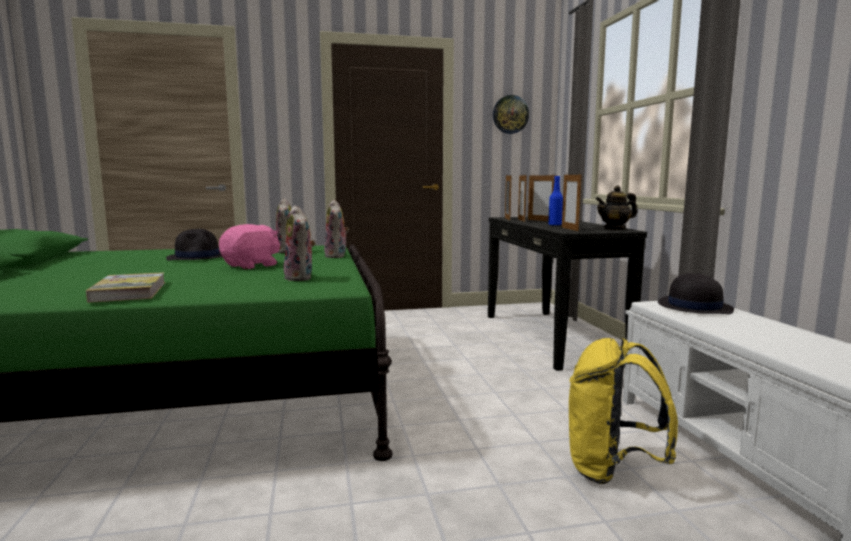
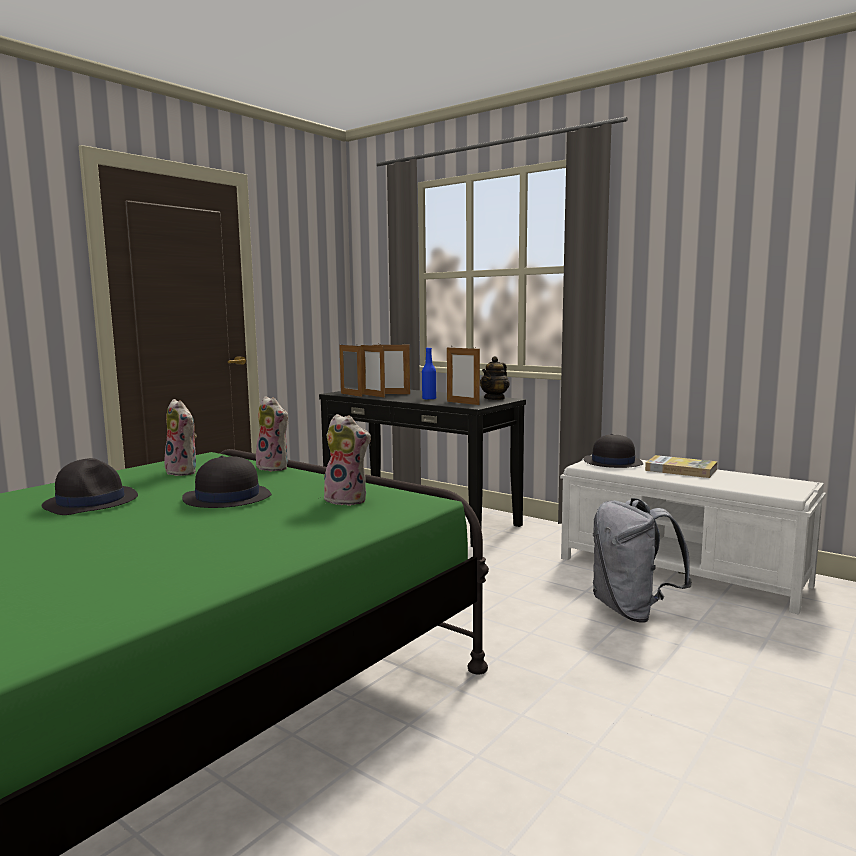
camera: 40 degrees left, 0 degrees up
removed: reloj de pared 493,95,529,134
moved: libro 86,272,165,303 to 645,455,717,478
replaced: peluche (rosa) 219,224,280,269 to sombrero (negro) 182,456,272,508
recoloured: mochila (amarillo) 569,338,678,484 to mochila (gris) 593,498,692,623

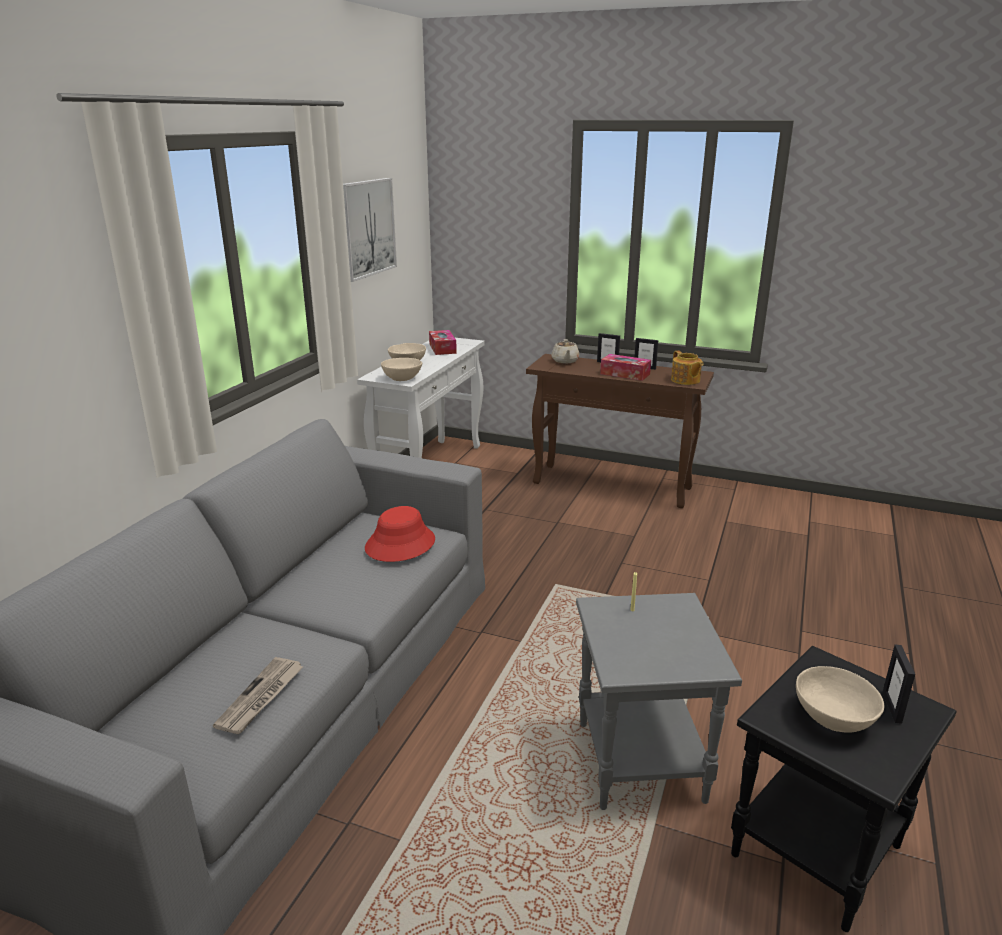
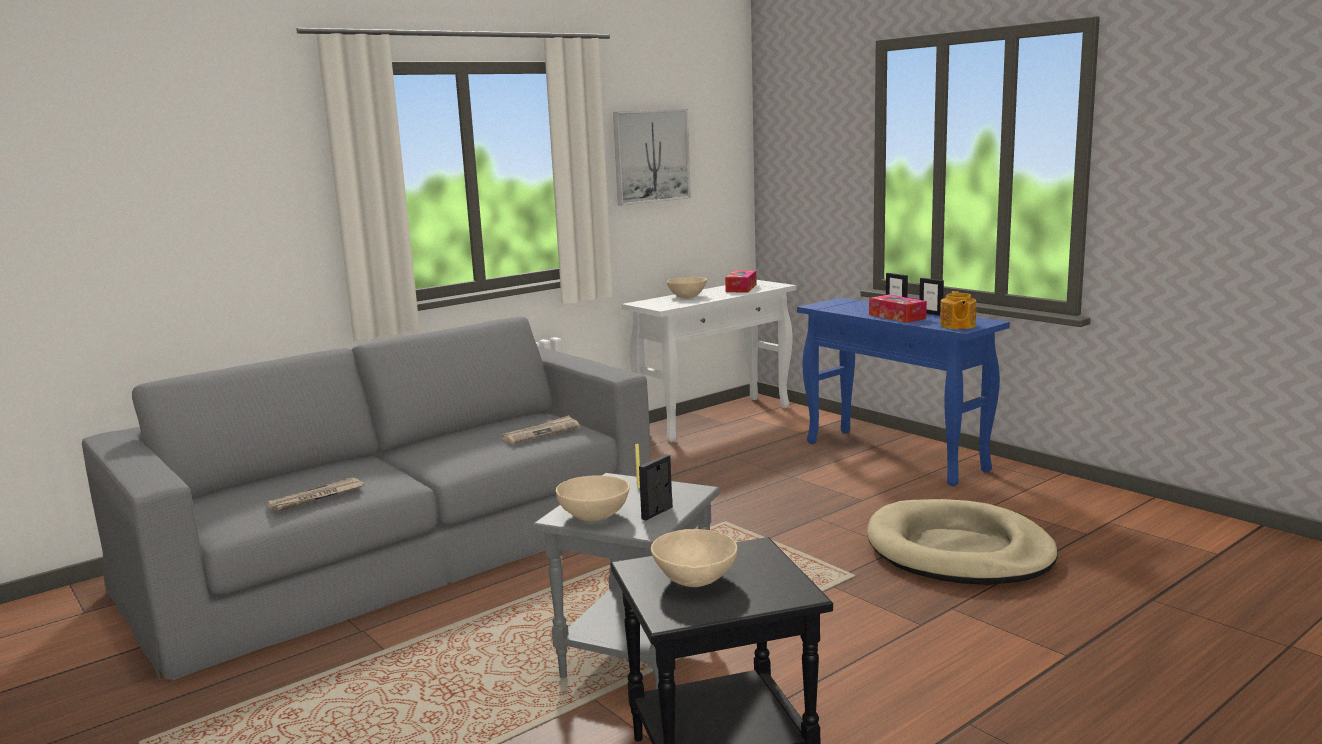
camera: 30 degrees right, 10 degrees down
removed: tetera (beis) 552,339,579,364
added: cama para perro (beis) 867,499,1058,585
moved: cuenco (beis) 381,358,422,381 to 556,475,630,521; portarretratos 883,644,915,724 to 639,454,673,521
replaced: sombrero (rojo) 365,506,435,562 to periódico 501,415,579,444
recoloured: mesa consola (marrón) 526,354,714,508 to mesa consola (azul) 797,298,1010,486

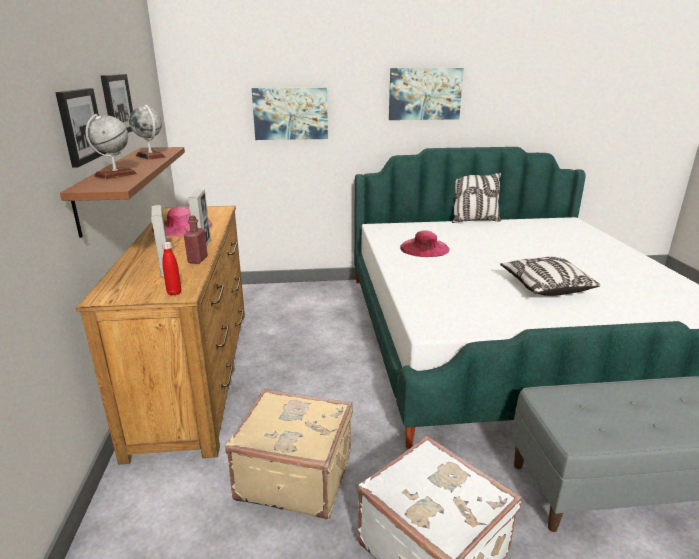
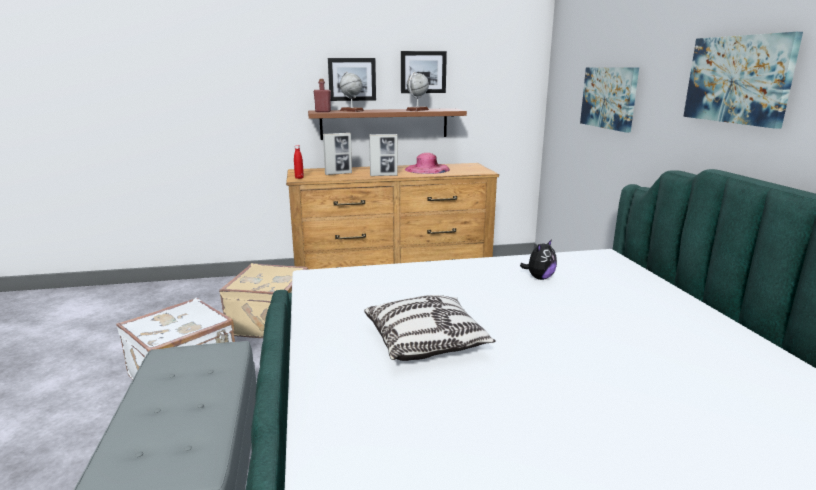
camera: 85 degrees right, 5 degrees down
removed: cojín 452,173,501,223
moved: botella (rojo) 184,216,208,264 to 314,79,331,112
replaced: sombrero (rosa) 400,230,450,257 to peluche 520,239,557,280

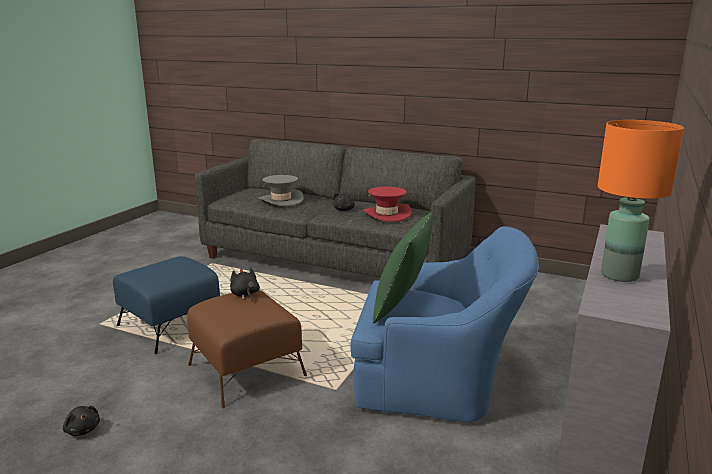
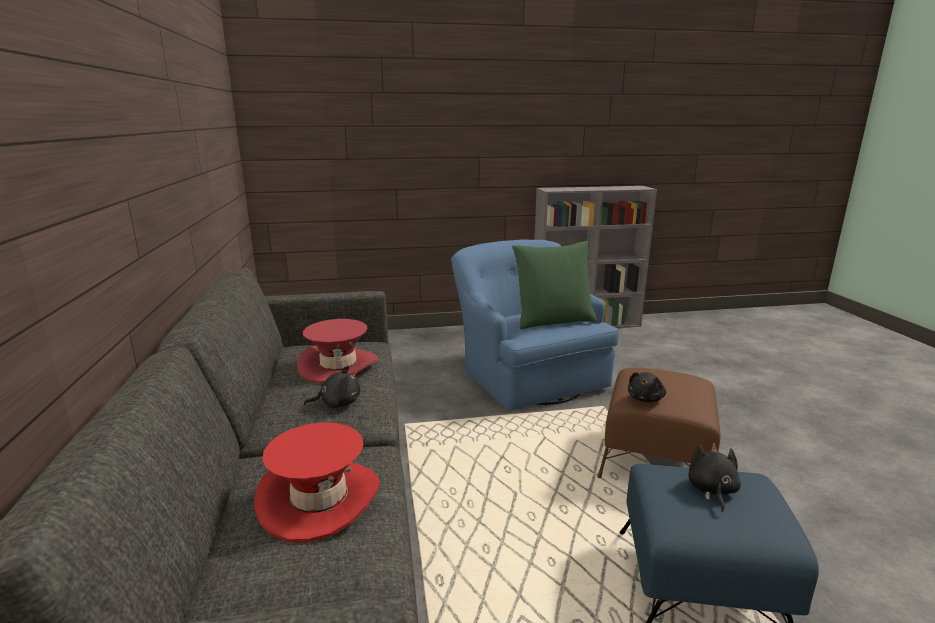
camera: 125 degrees left, 0 degrees up
removed: lámpara de mesa (naranja) 598,120,684,282
moved: peluche (negro) 63,406,100,436 to 688,443,741,513
recoloured: sombrero (gris) 258,175,304,206 to sombrero (rojo) 254,422,380,542

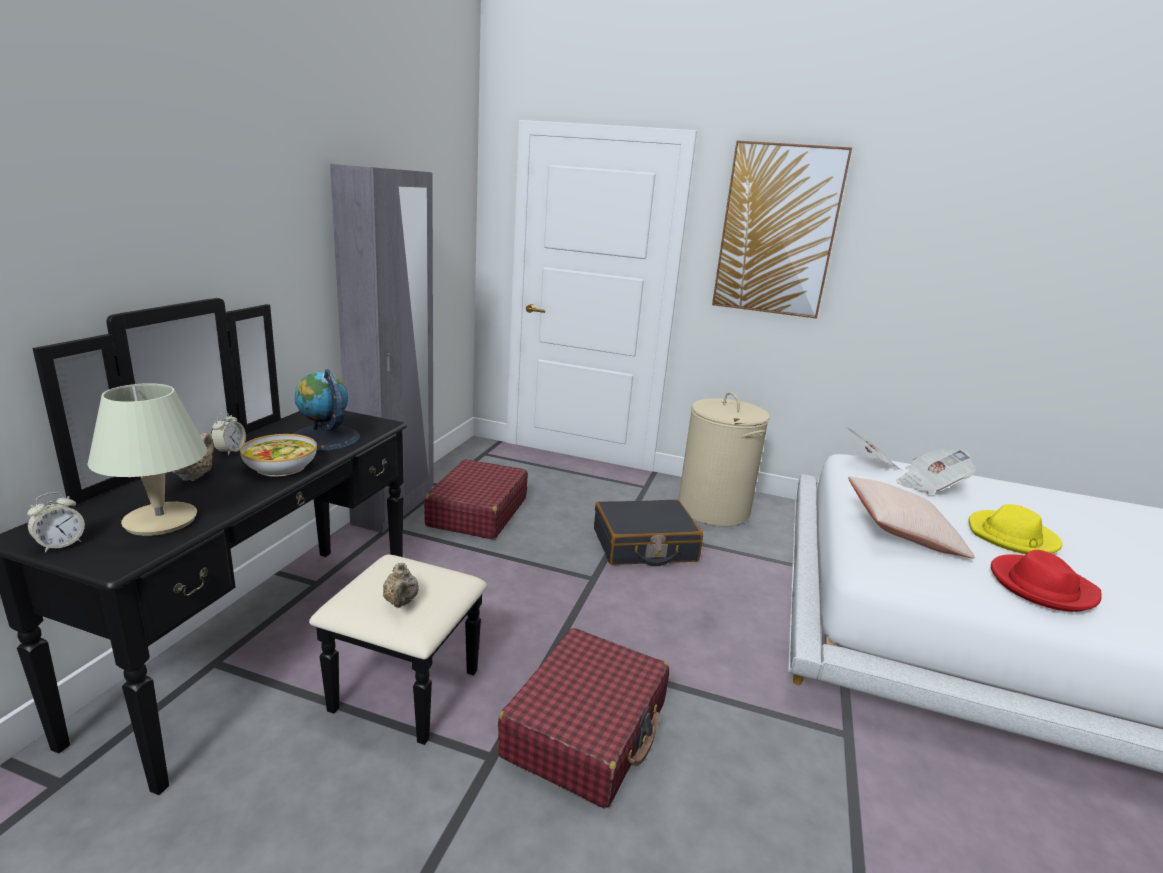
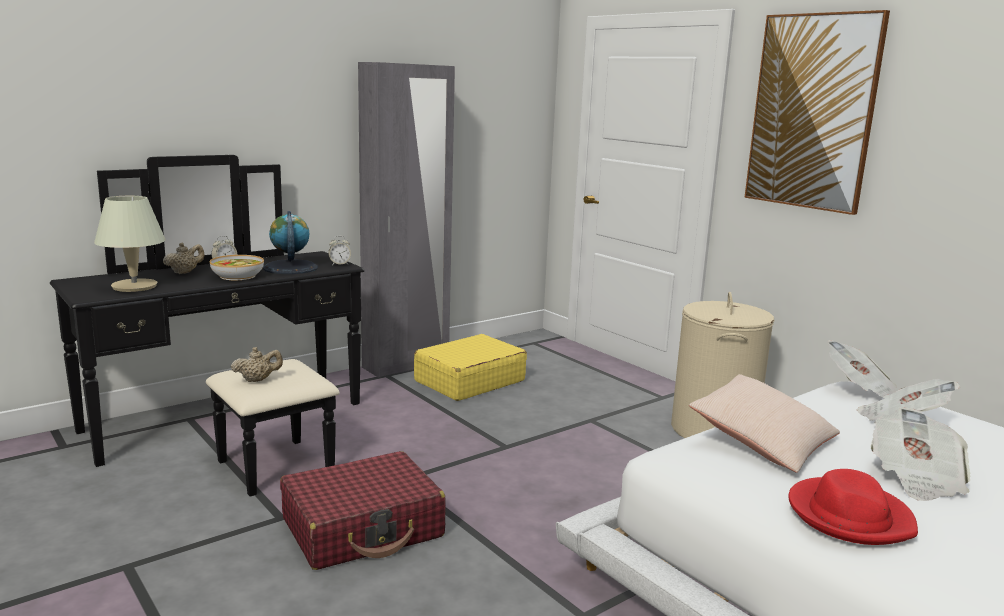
camera: 35 degrees right, 5 degrees down
removed: maleta (negro) 594,500,703,566
moved: despertador 27,492,85,553 to 328,236,351,265
replaced: sombrero (amarillo) 969,504,1062,554 to periódico 870,408,970,501
recoloured: maleta (rojo) 424,459,528,539 to maleta (amarillo) 414,334,527,401
turned: tetera (beis) 383,562,419,608 = 231,347,283,382 135 degrees counterclockwise

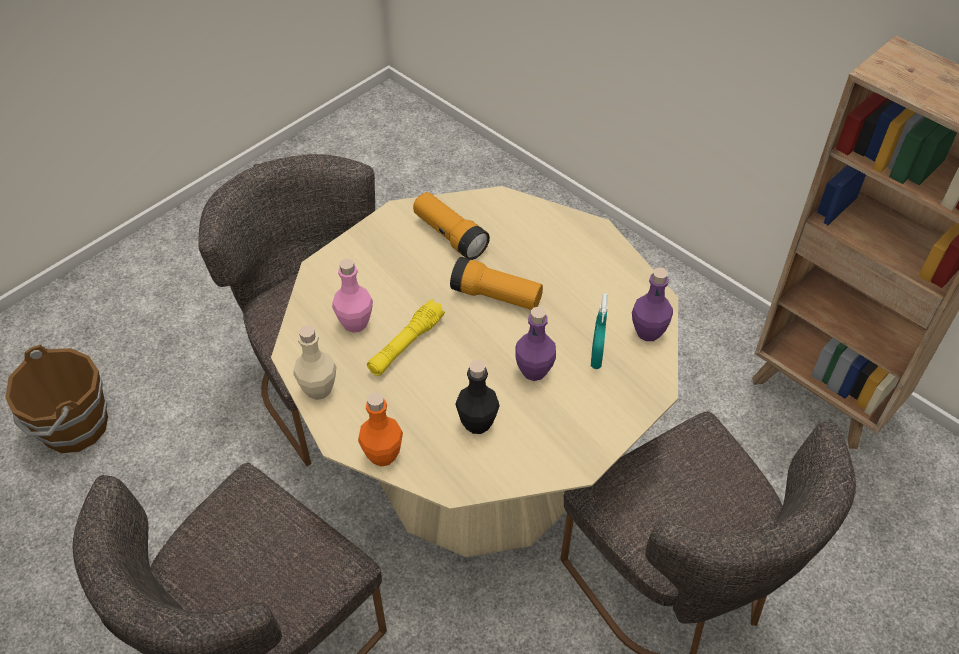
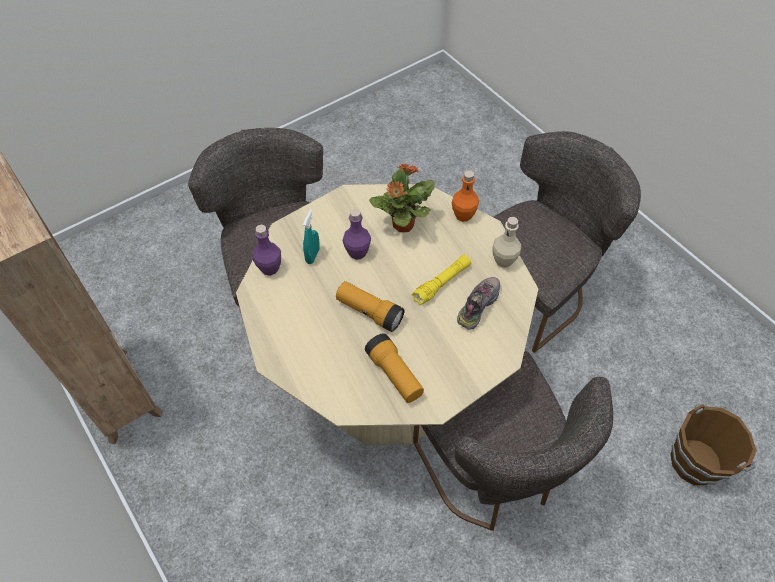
camera: 170 degrees left, 5 degrees up
replaced: botella (rosa) 332,258,373,333 to zapato 457,277,501,330; botella (negro) 455,360,500,434 to planta en maceta 369,163,435,232

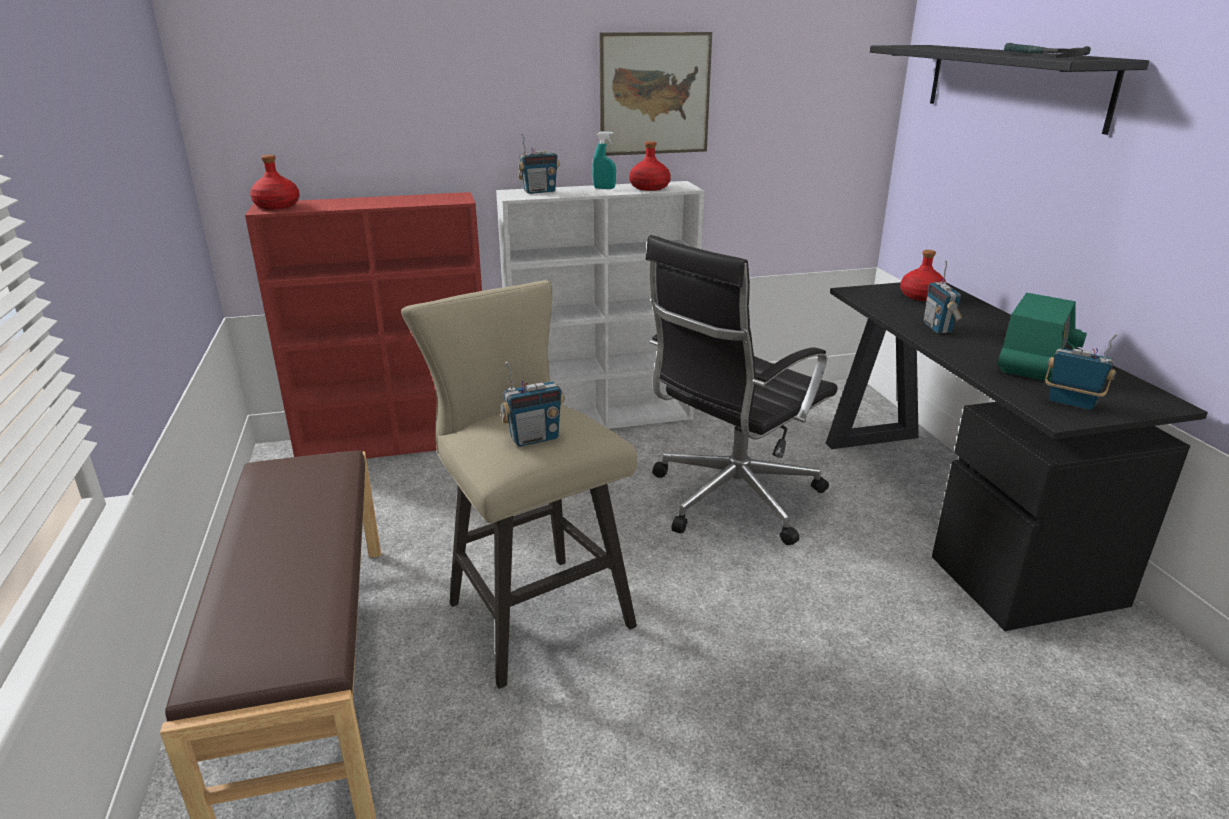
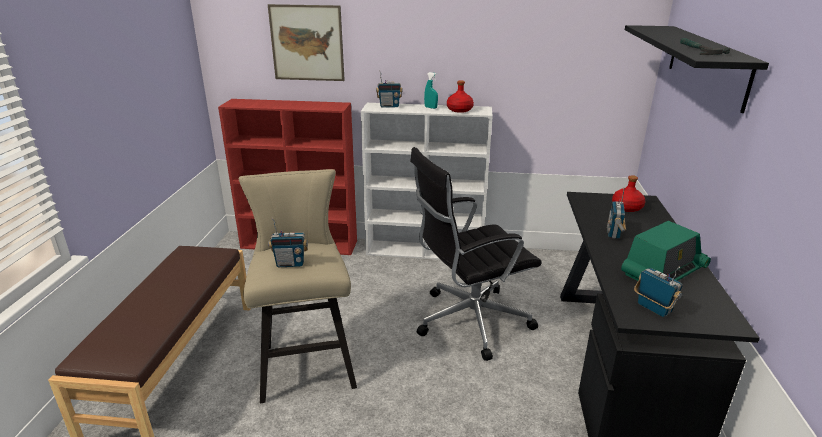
camera: 20 degrees right, 0 degrees up
removed: botella (rojo) 250,155,300,210
moved: cuadro 599,32,712,156 to 268,4,345,81

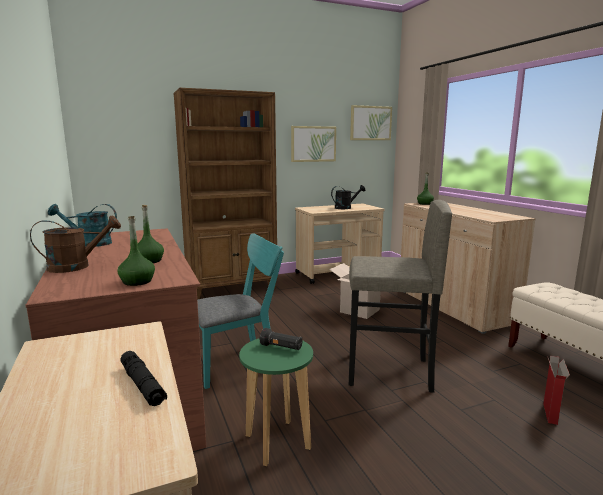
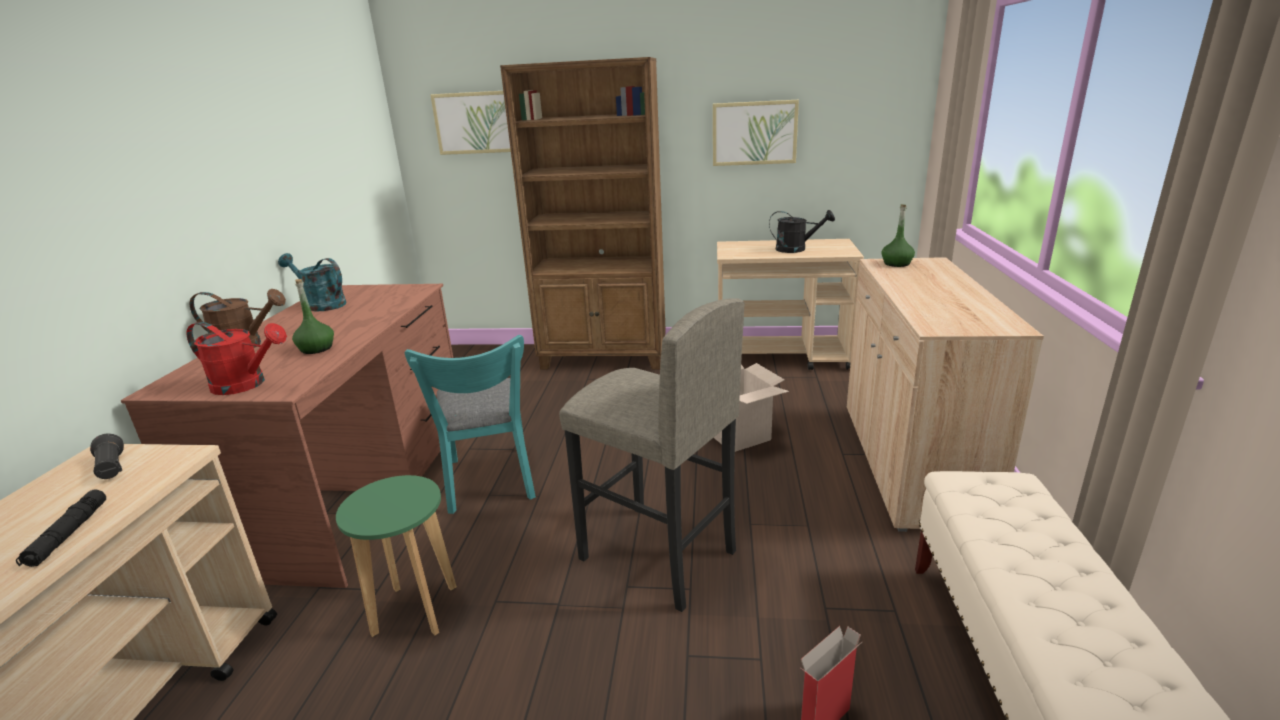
camera: 30 degrees right, 10 degrees up
moved: cuadro 350,105,392,140 to 430,91,511,155; linterna (negro) 260,328,302,350 to 90,433,124,479
replaced: botella (verde) 117,216,155,286 to regadera (rojo) 187,322,287,395
turned: silla (turquesa) 197,233,284,389 = 405,335,536,514 75 degrees clockwise

